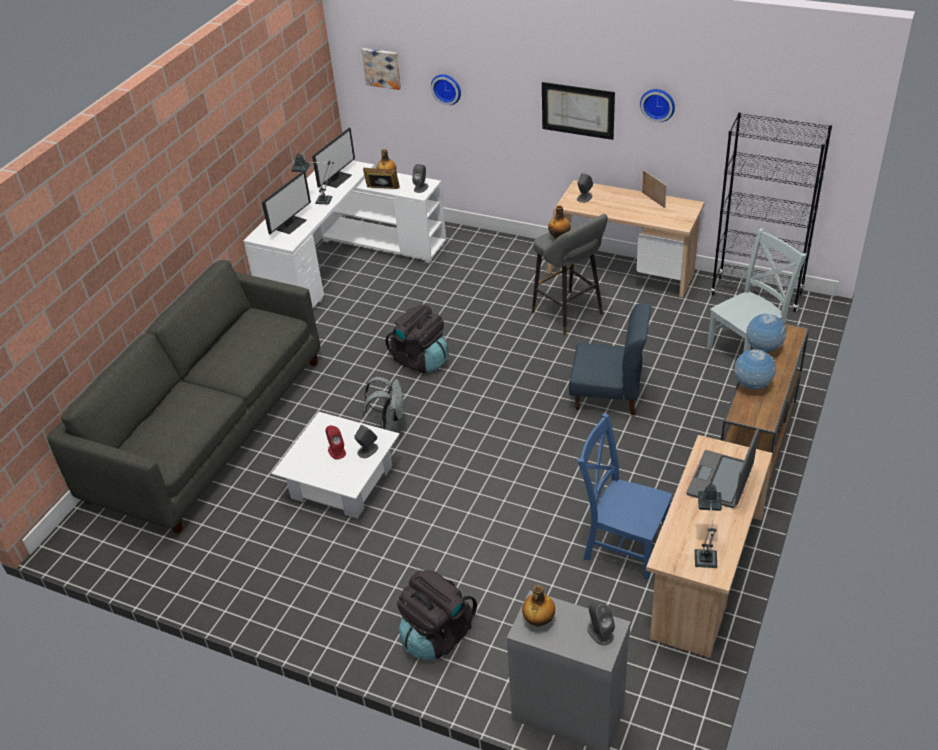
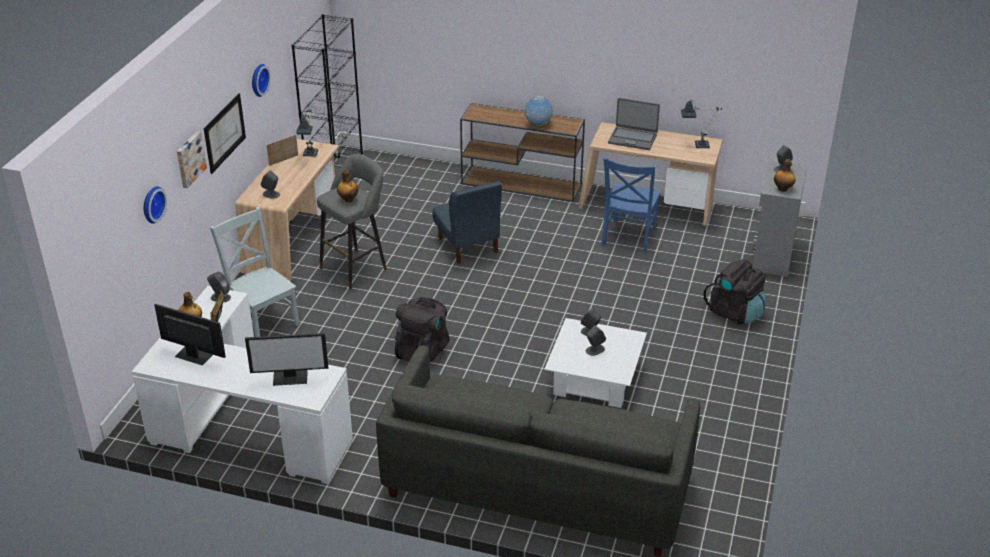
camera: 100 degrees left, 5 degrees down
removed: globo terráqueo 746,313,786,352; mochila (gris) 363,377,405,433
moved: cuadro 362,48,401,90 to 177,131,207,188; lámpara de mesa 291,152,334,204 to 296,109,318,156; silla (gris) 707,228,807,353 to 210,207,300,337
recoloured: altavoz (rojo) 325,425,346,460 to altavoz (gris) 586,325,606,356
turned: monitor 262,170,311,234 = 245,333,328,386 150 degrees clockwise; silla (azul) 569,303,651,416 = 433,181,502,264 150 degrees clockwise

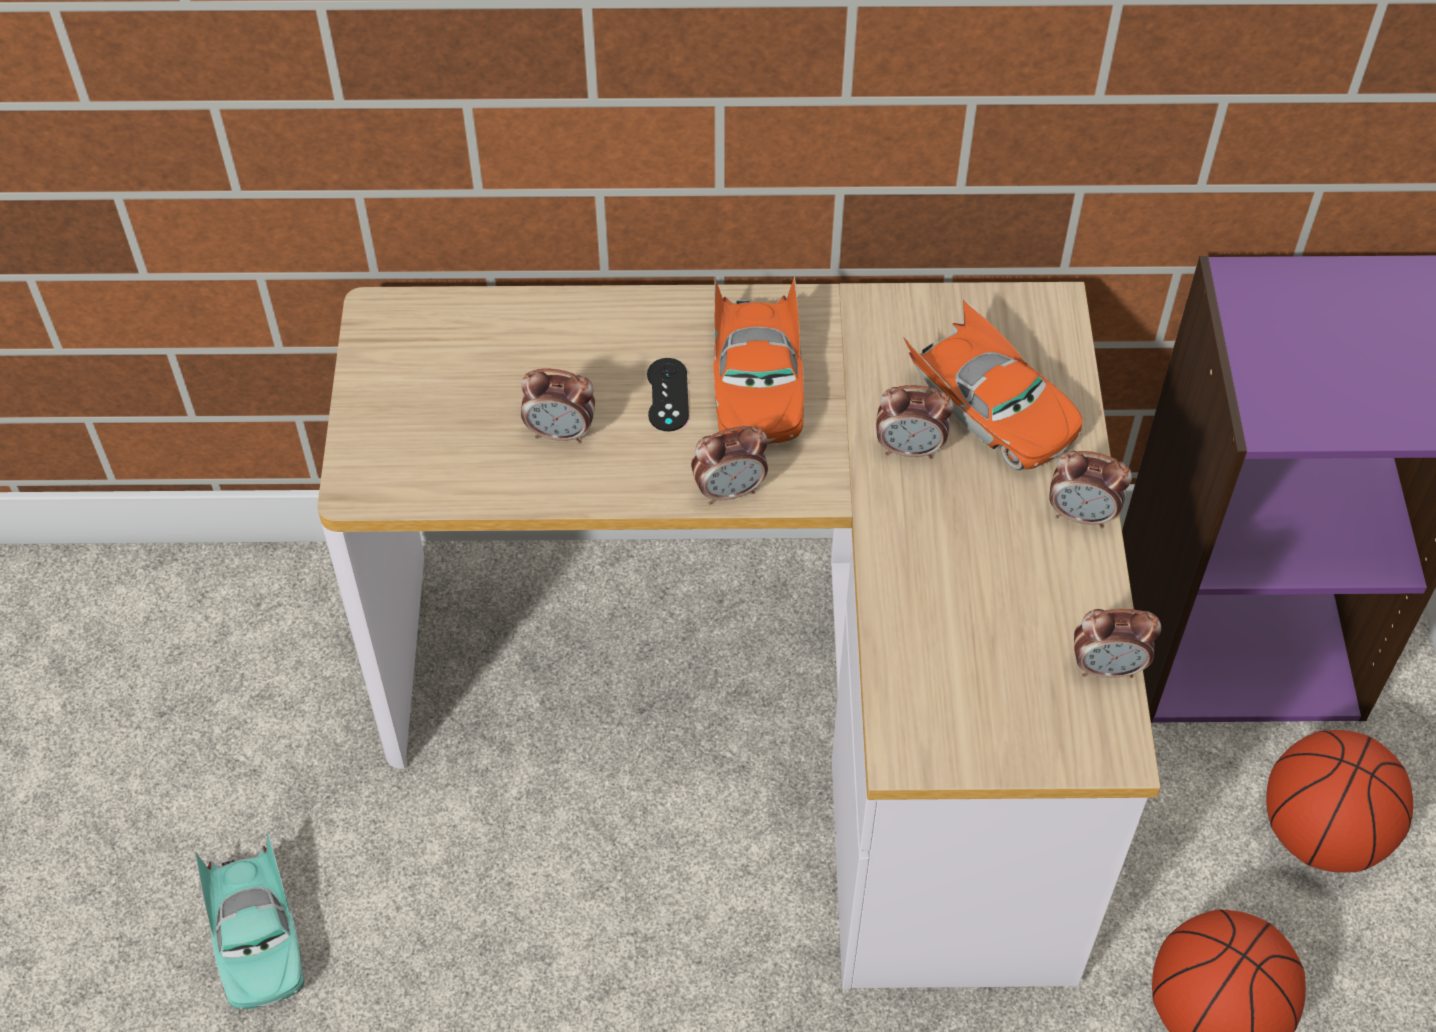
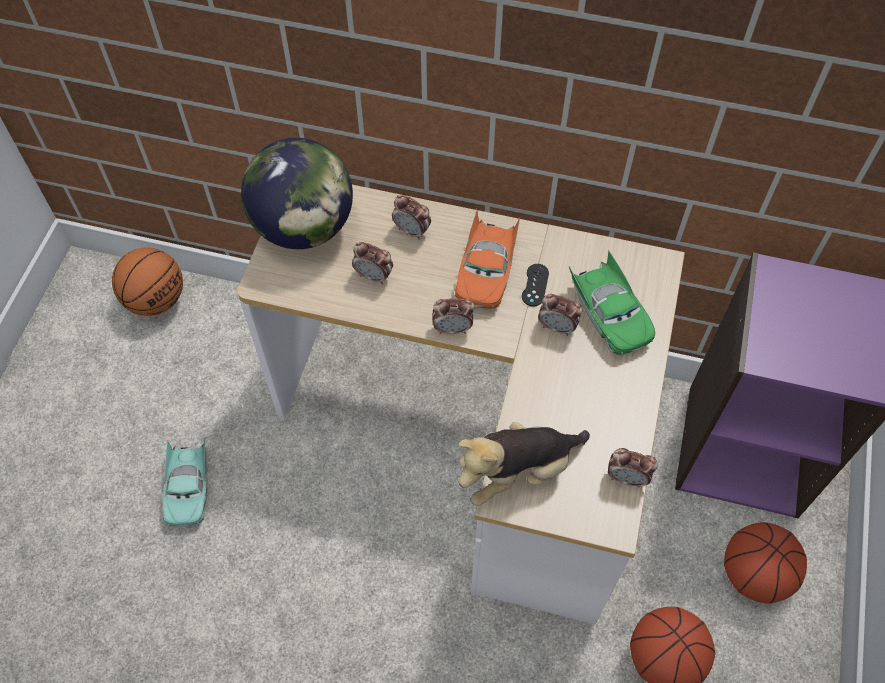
camera: 15 degrees right, 5 degrees up
added: globo terráqueo 241,138,353,249; balón de baloncesto 112,248,183,316; peluche 458,422,590,506
moved: mando de consola (negro) 647,358,689,431 to 522,264,549,307; despertador 1049,451,1132,528 to 392,195,431,240
recoloured: coche de juguete (naranja) 904,298,1082,470 to coche de juguete (verde) 569,250,655,355

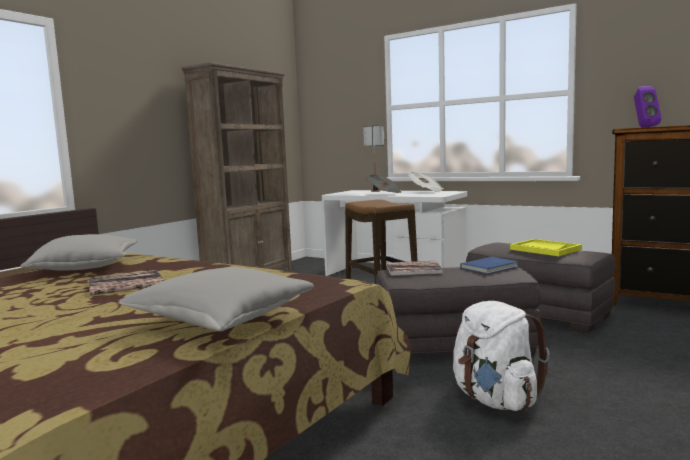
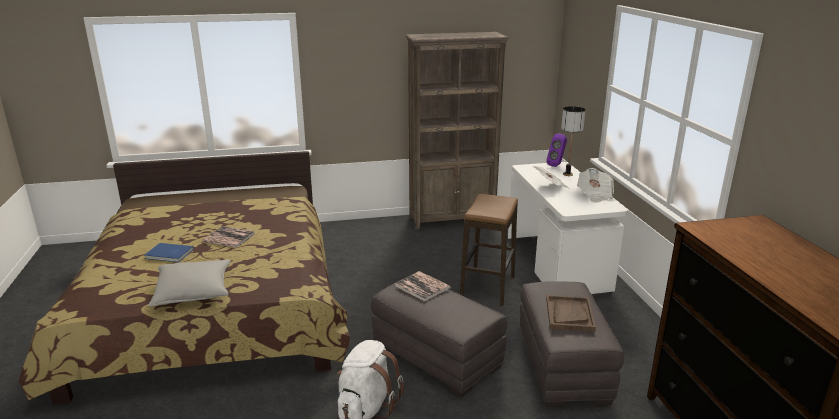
camera: 45 degrees right, 15 degrees up
removed: cojín (gris) 21,234,138,270
moved: altavoz (morado) 634,86,661,128 to 546,133,567,167; libro (azul) 460,257,519,274 to 145,243,194,262
recoloured: bandeja (amarillo) 510,239,582,256 to bandeja (marrón) 546,295,596,332

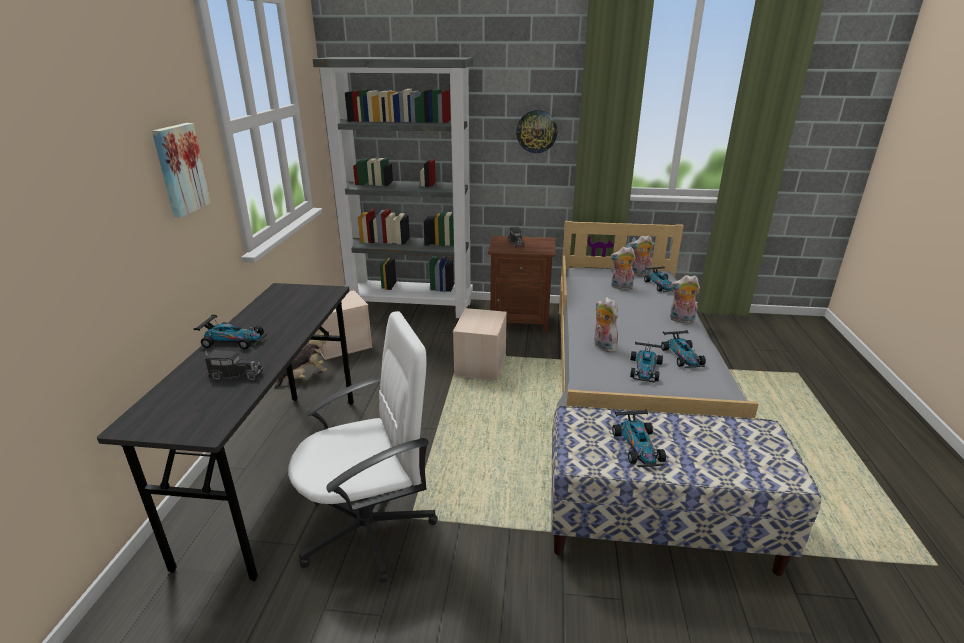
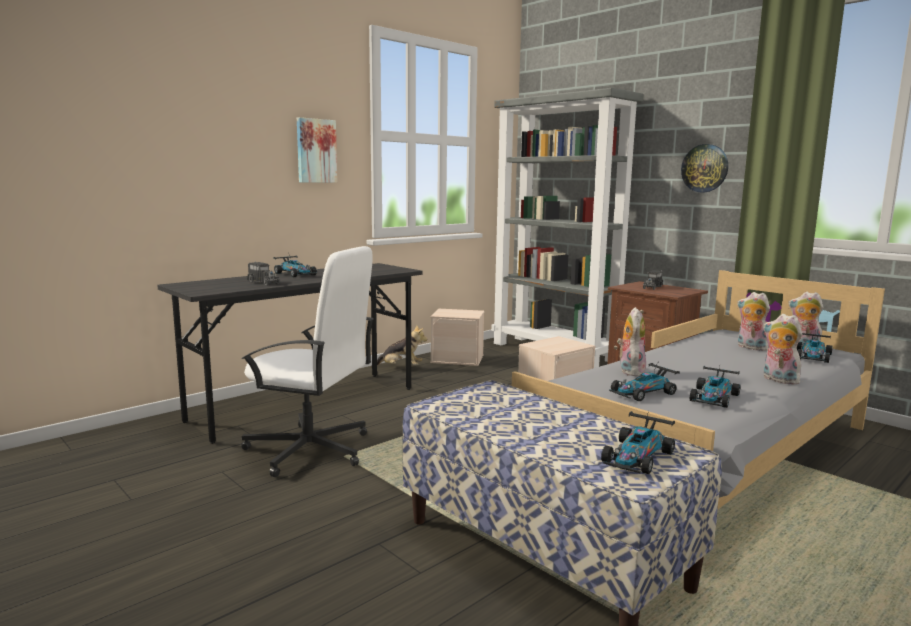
camera: 40 degrees right, 15 degrees down
moved: coche de juguete 612,409,666,467 to 601,410,675,474

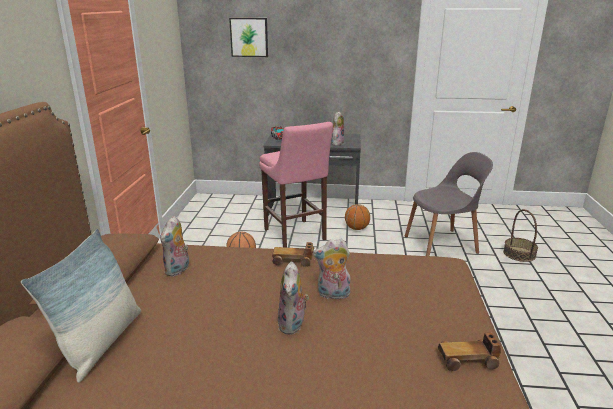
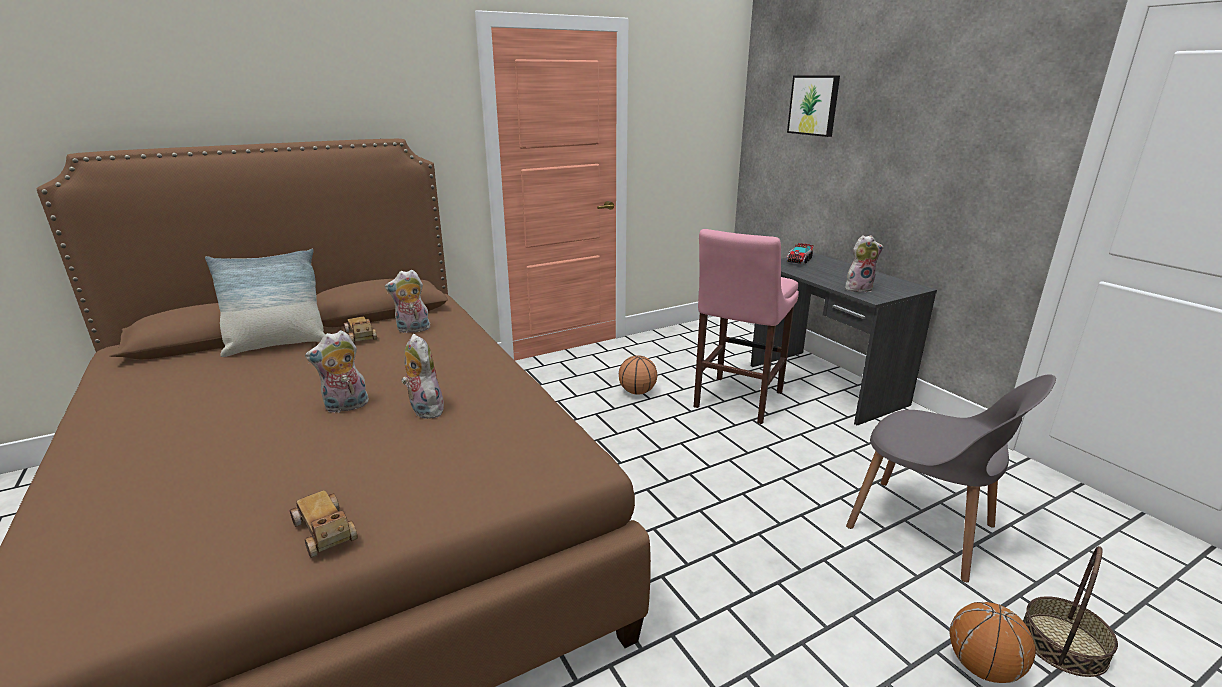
camera: 55 degrees right, 0 degrees up
moved: balón de baloncesto 345,204,370,230 to 949,602,1036,683; coche de juguete 272,242,314,267 to 343,317,377,343

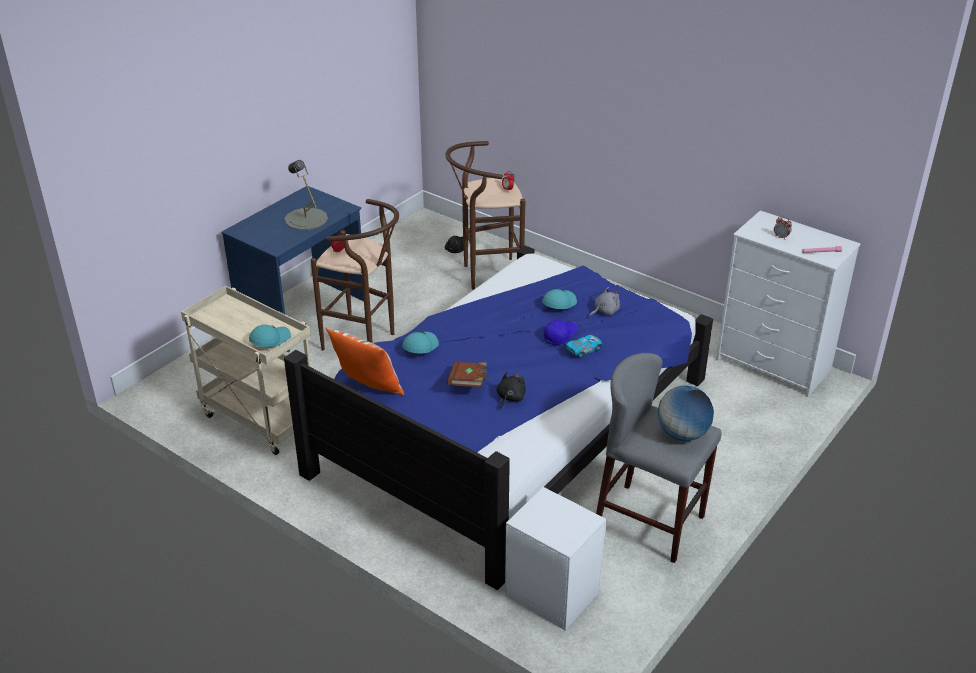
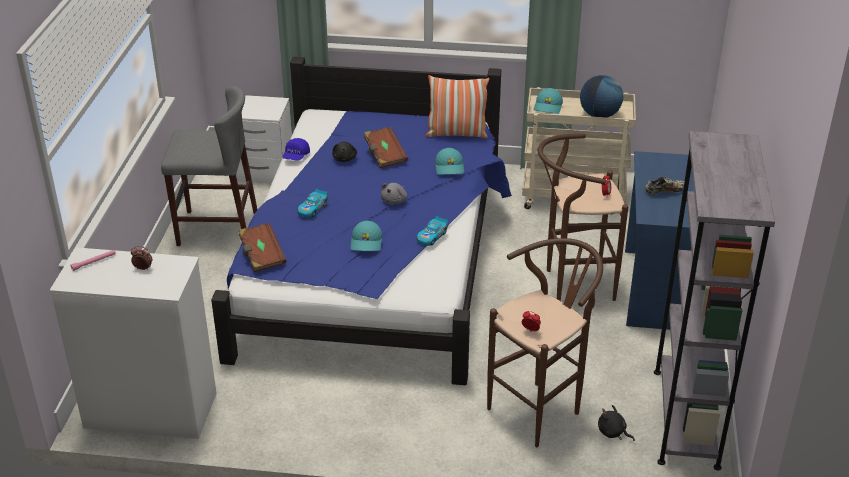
camera: 150 degrees right, 0 degrees up
added: estantería (gris) 654,131,775,471; coche de juguete 417,216,448,246; libro (marrón) 238,223,286,272
moved: peluche (gris) 589,287,620,317 to 381,183,407,204; gorra (azul) 544,320,578,345 to 283,138,310,161; globo terráqueo 658,386,714,441 to 580,75,623,118
replaced: lámpara de mesa (gris) 284,160,328,230 to zapato 645,177,684,195

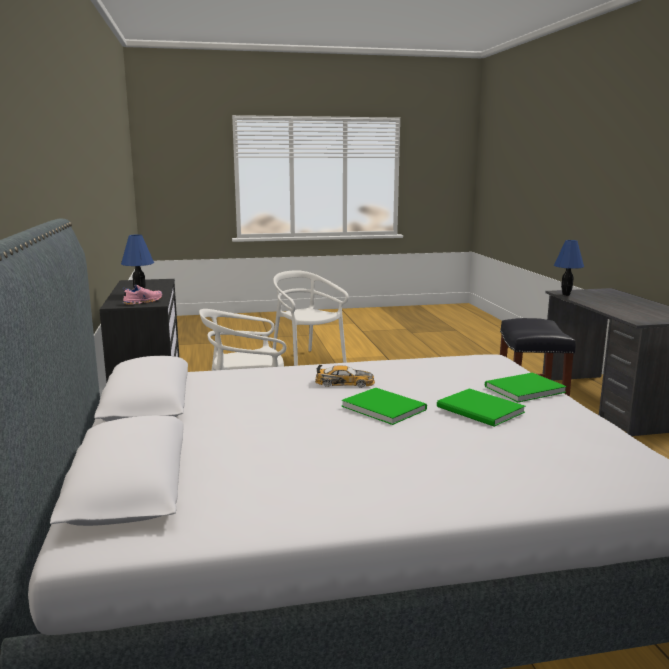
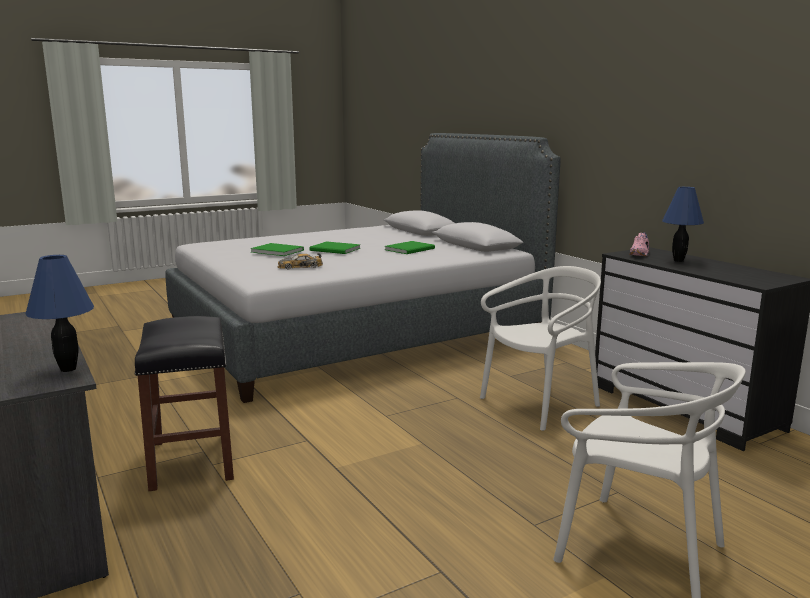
camera: 160 degrees right, 0 degrees up
moved: coche de juguete 315,365,375,388 to 277,253,323,270; libro (verde) 485,373,567,402 to 385,241,435,254

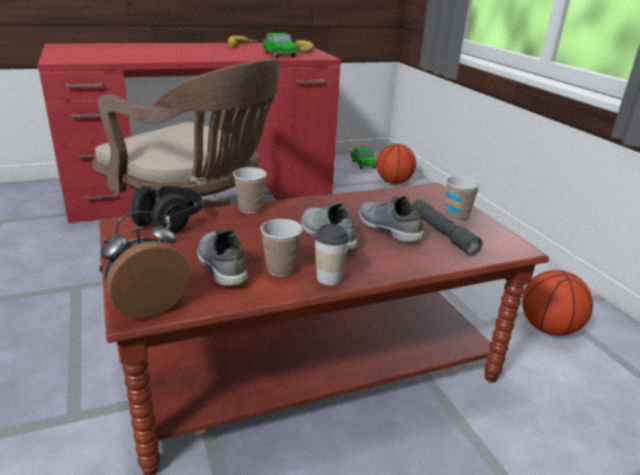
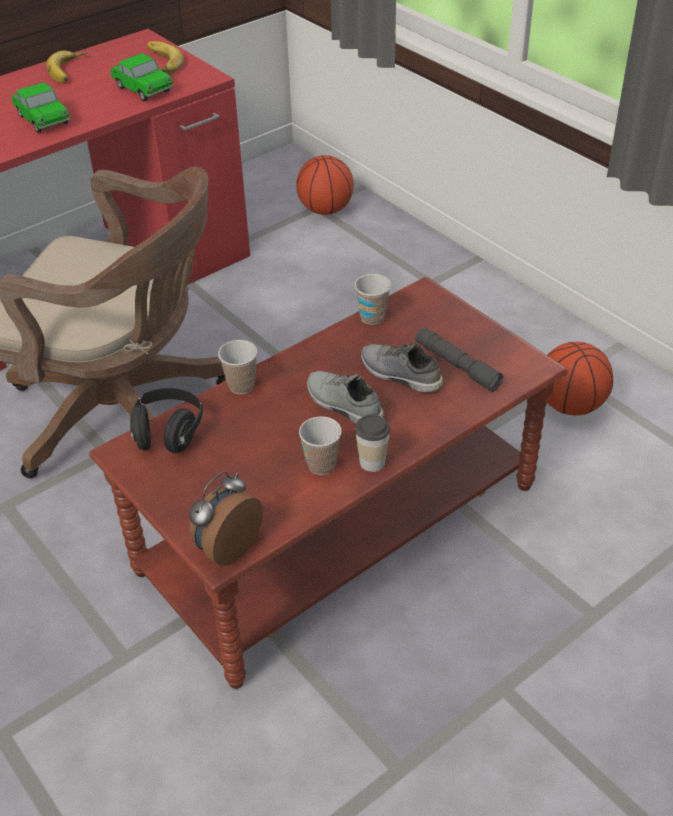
camera: 15 degrees left, 15 degrees up
removed: zapato (gris) 197,230,248,287
moved: coche de juguete 350,147,377,169 to 12,82,70,133; taza 445,176,480,222 to 355,274,391,325

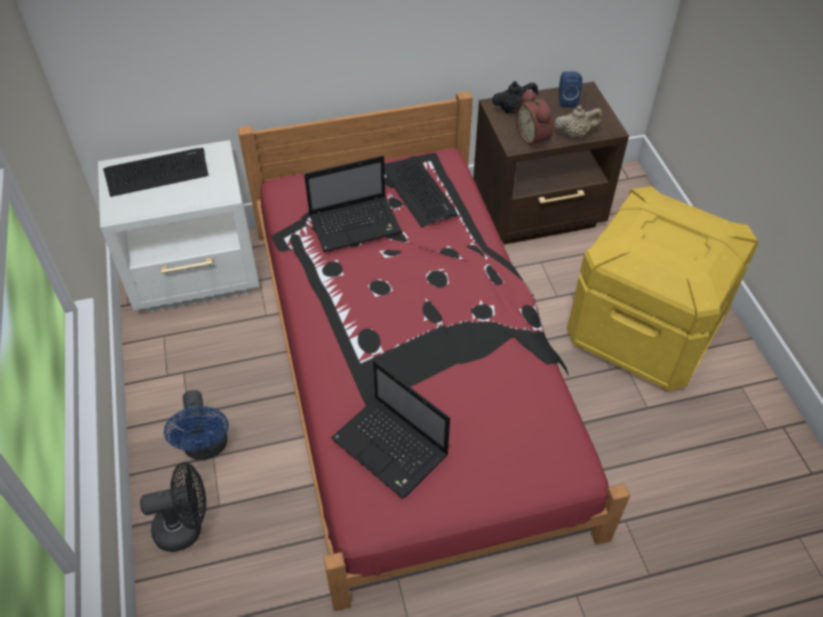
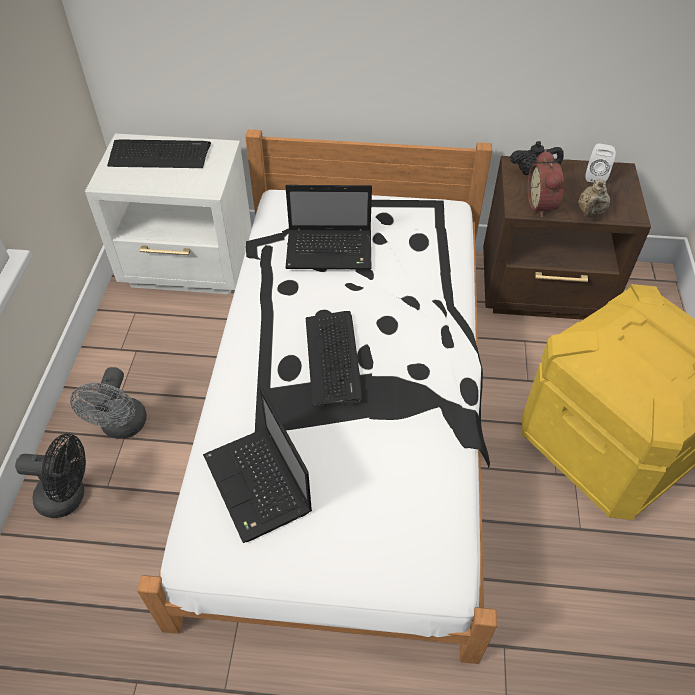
camera: 20 degrees right, 0 degrees up
moved: teclado 385,156,458,227 to 306,311,362,405
recoloured: altavoz (azul) 559,71,583,107 to altavoz (blanco) 586,143,616,183; cama (rojo) 237,91,630,611 to cama (blanco) 137,129,497,664; ventilador (azul) 164,390,229,460 to ventilador (gris) 70,367,147,439
turned: tetera (beis) 554,106,603,138 = 578,179,610,217 105 degrees clockwise

